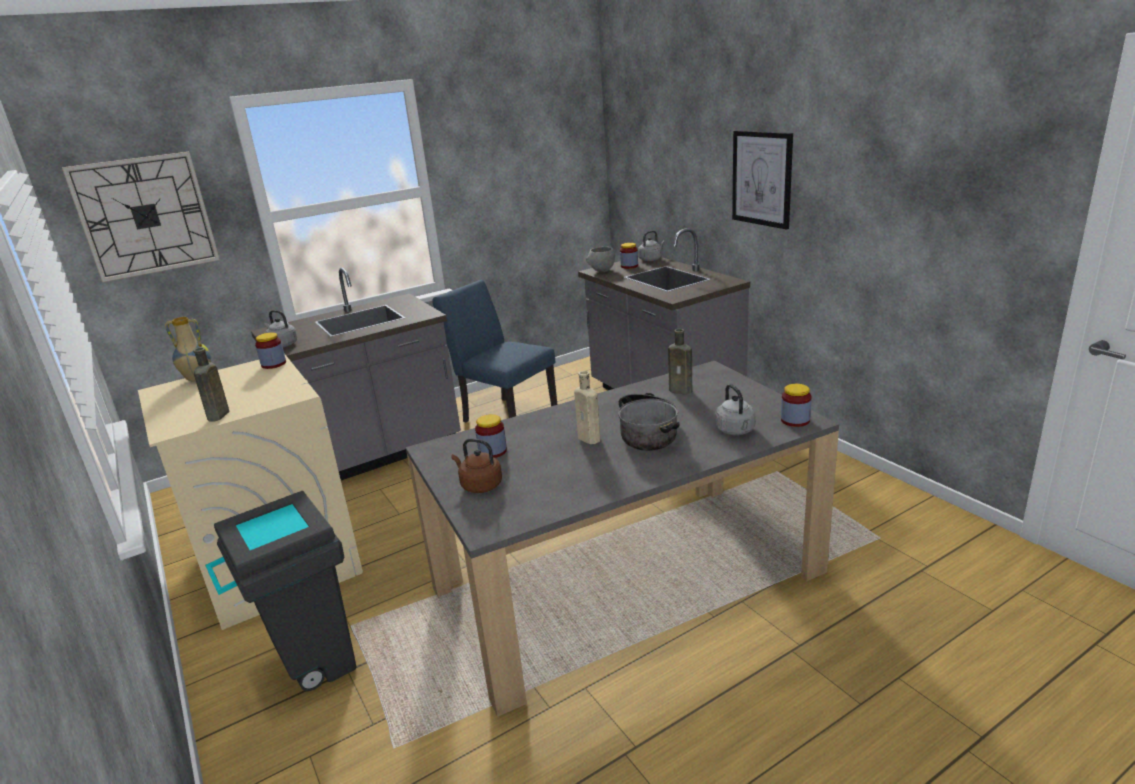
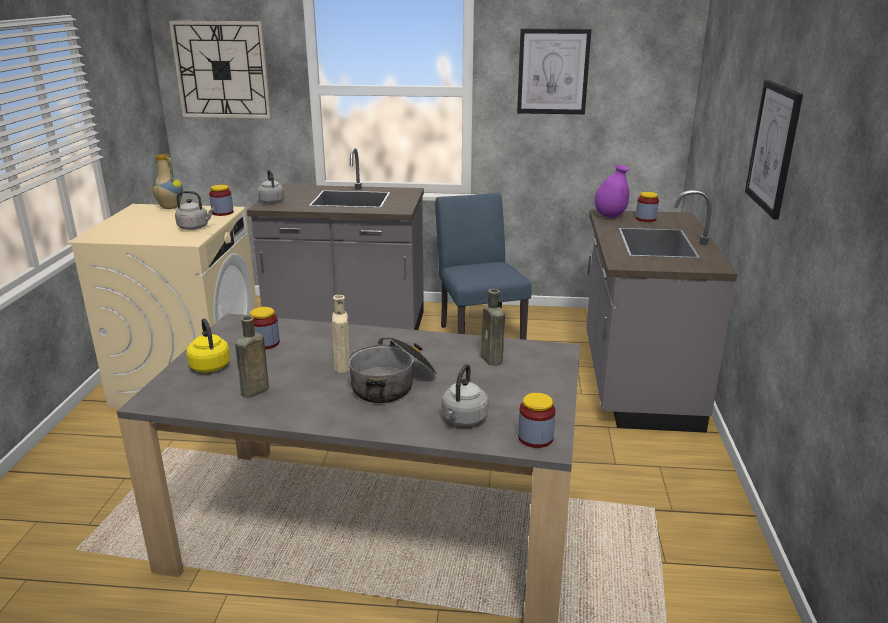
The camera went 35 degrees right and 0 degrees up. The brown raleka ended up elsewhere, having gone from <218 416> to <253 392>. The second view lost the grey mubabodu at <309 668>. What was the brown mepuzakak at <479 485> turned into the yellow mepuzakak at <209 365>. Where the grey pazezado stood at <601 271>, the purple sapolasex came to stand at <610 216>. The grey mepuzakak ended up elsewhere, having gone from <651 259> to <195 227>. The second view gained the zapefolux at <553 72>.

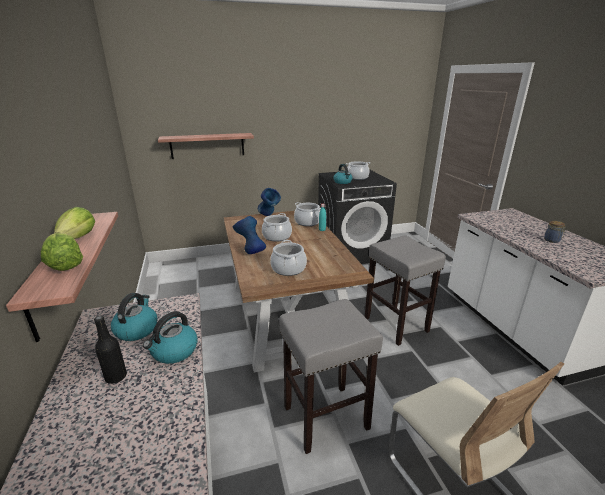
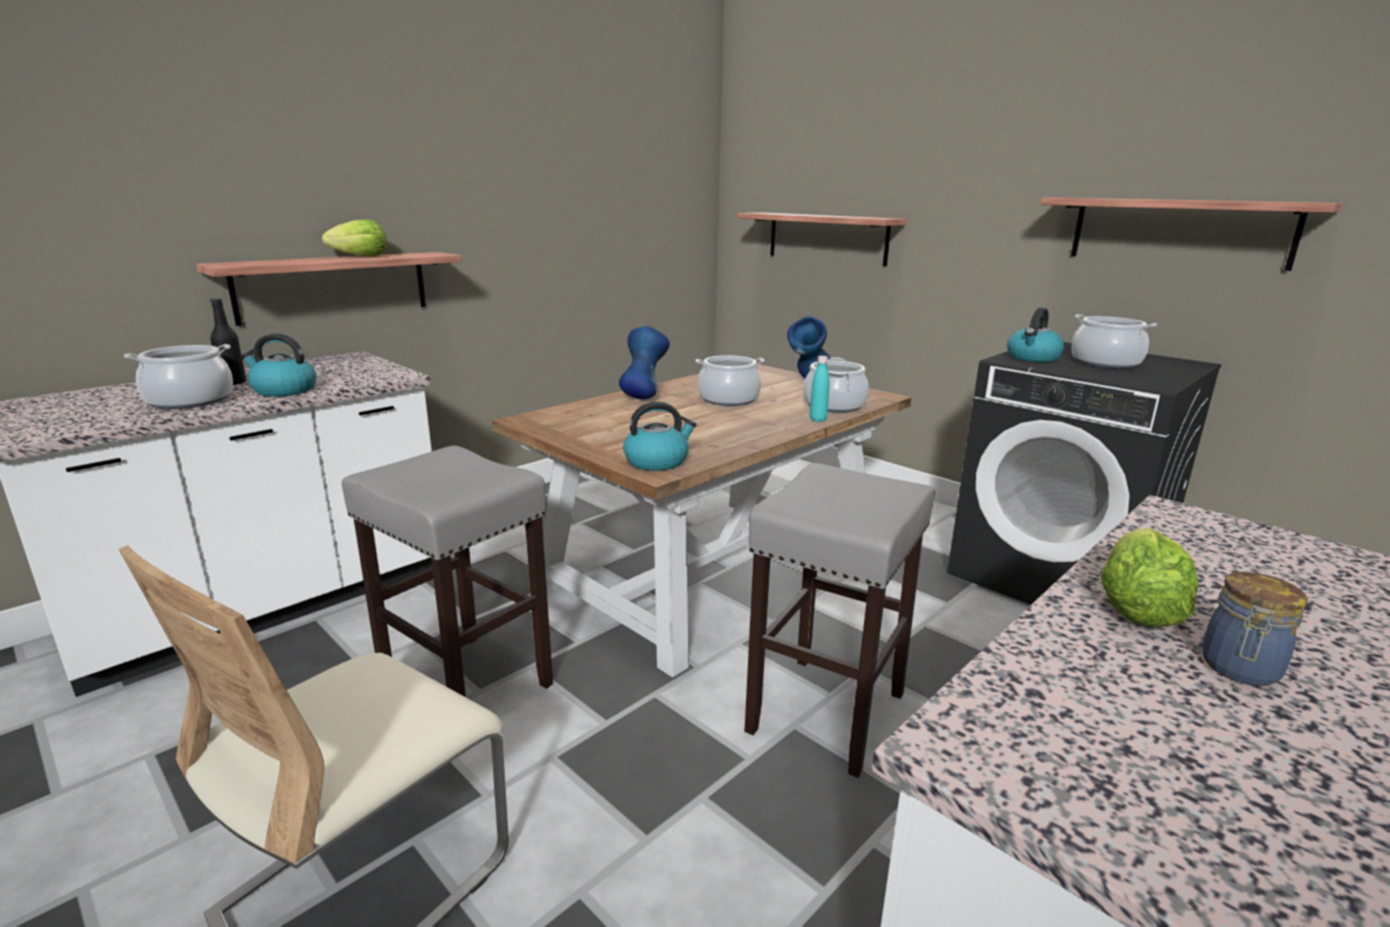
The camera went 60 degrees right and 5 degrees down. The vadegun ended up elsewhere, having gone from <65 265> to <1136 608>. The mepuzakak ended up elsewhere, having gone from <137 329> to <657 461>. The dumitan ended up elsewhere, having gone from <288 269> to <190 400>. The second view gained the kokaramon at <1179 231>.

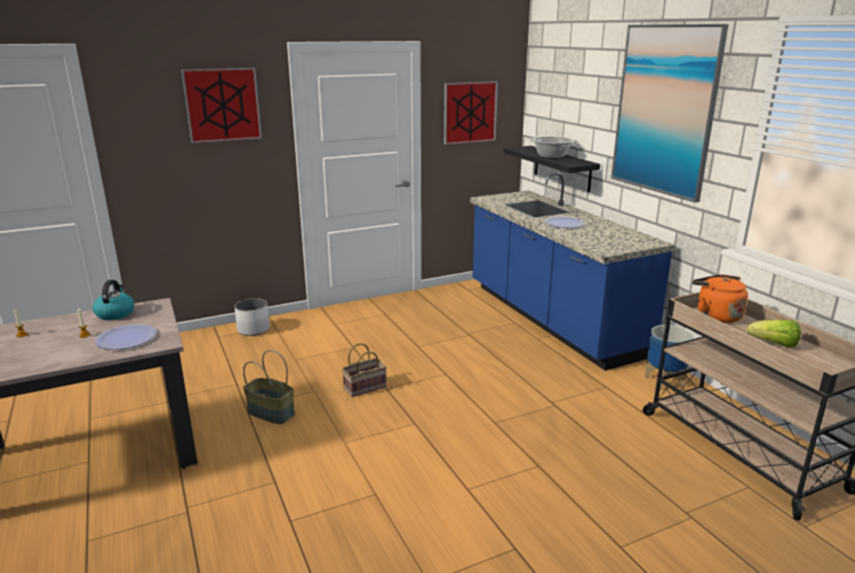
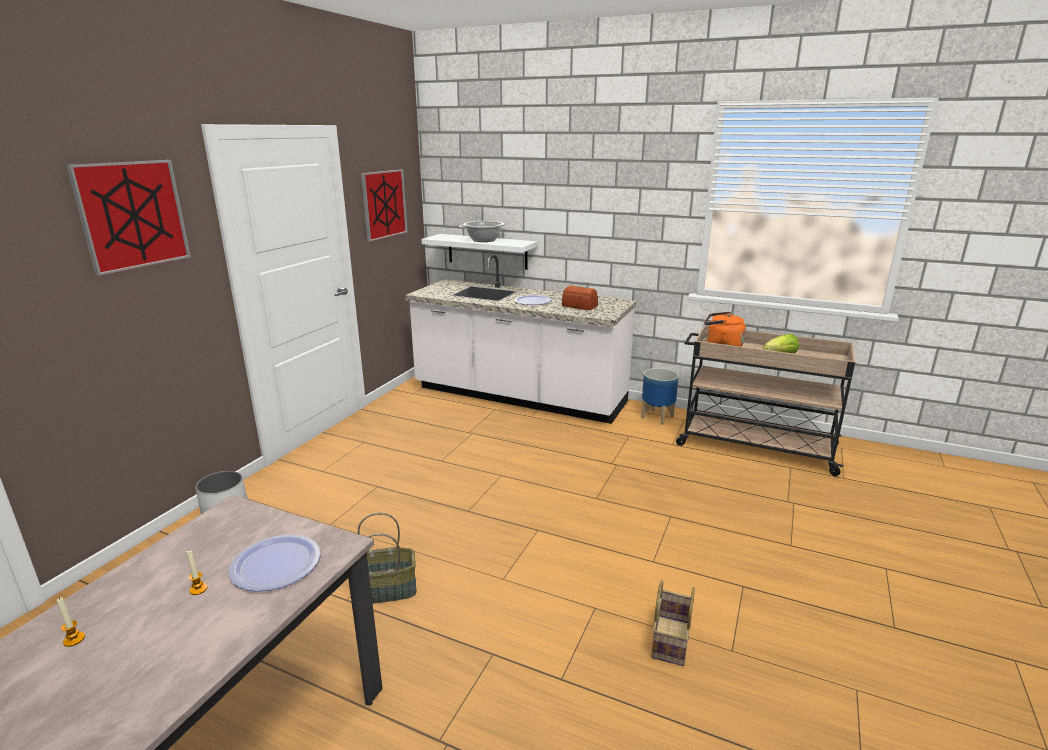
The camera went 40 degrees left and 0 degrees up. The second view lost the mepuzakak at <115 313>. The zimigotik ended up elsewhere, having gone from <365 386> to <669 639>. What was the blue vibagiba at <551 319> turned into the white vibagiba at <519 396>. What was the black kokaramon at <562 168> turned into the white kokaramon at <487 251>. The second view lost the zapefolux at <664 110>. The second view gained the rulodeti at <580 306>.

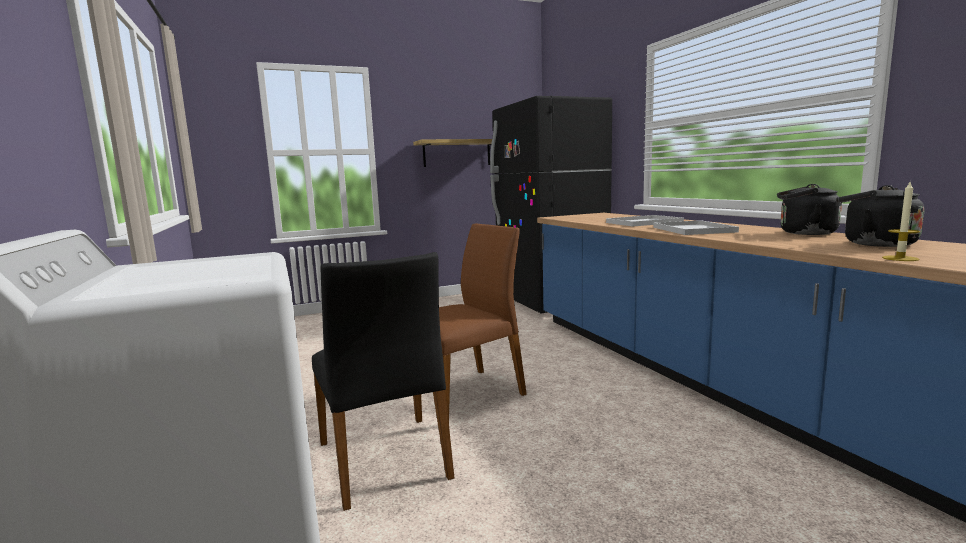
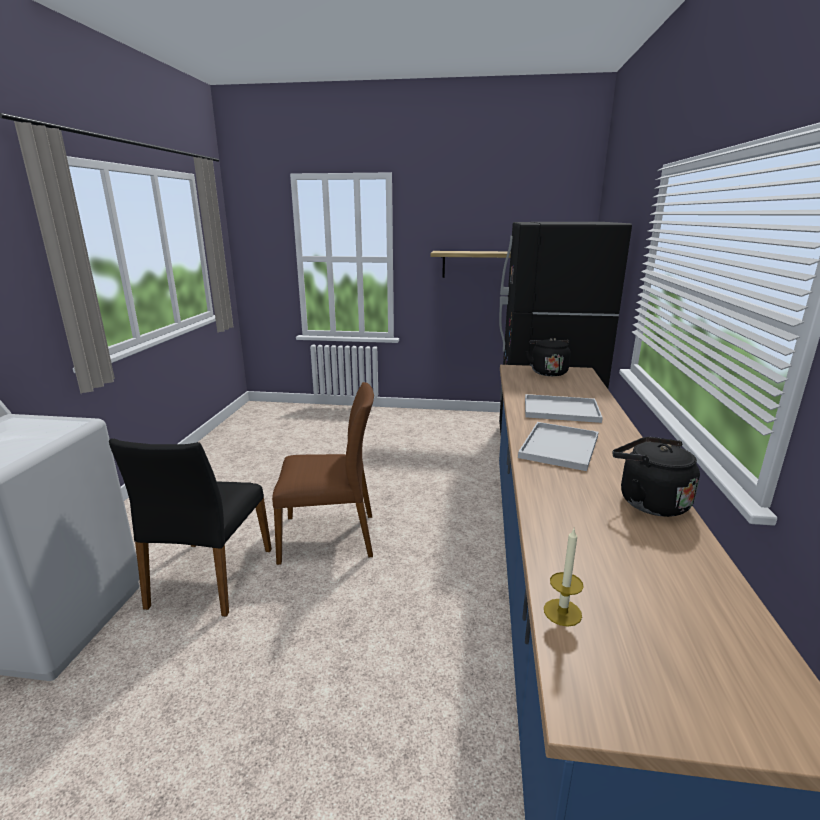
The camera went 30 degrees right and 10 degrees up. The black mepuzakak ended up elsewhere, having gone from <874 244> to <547 372>.

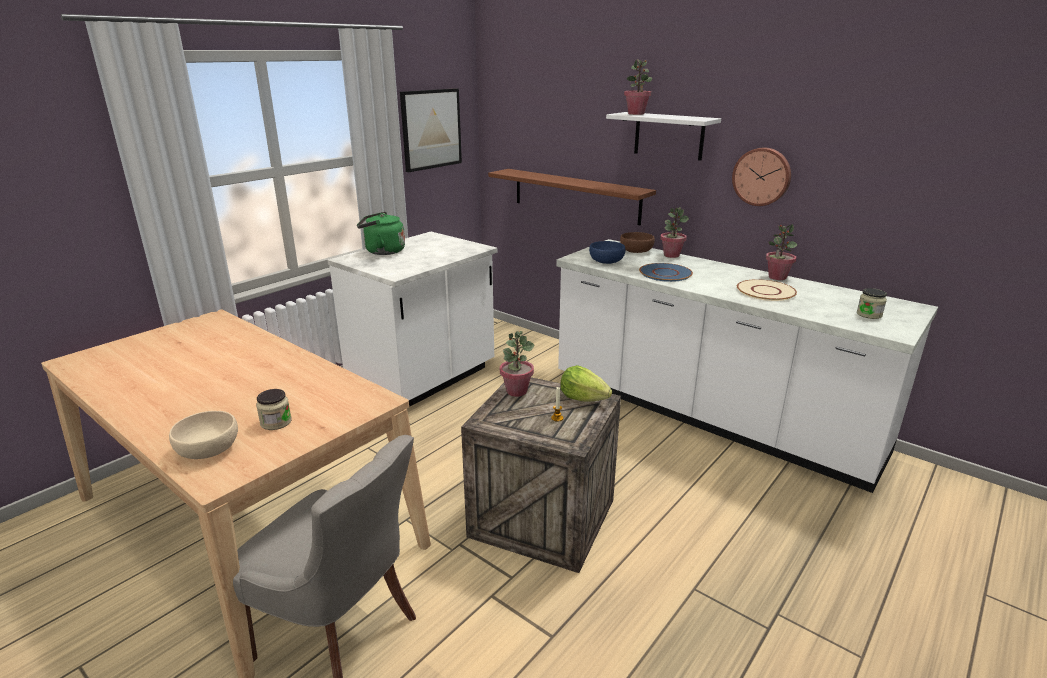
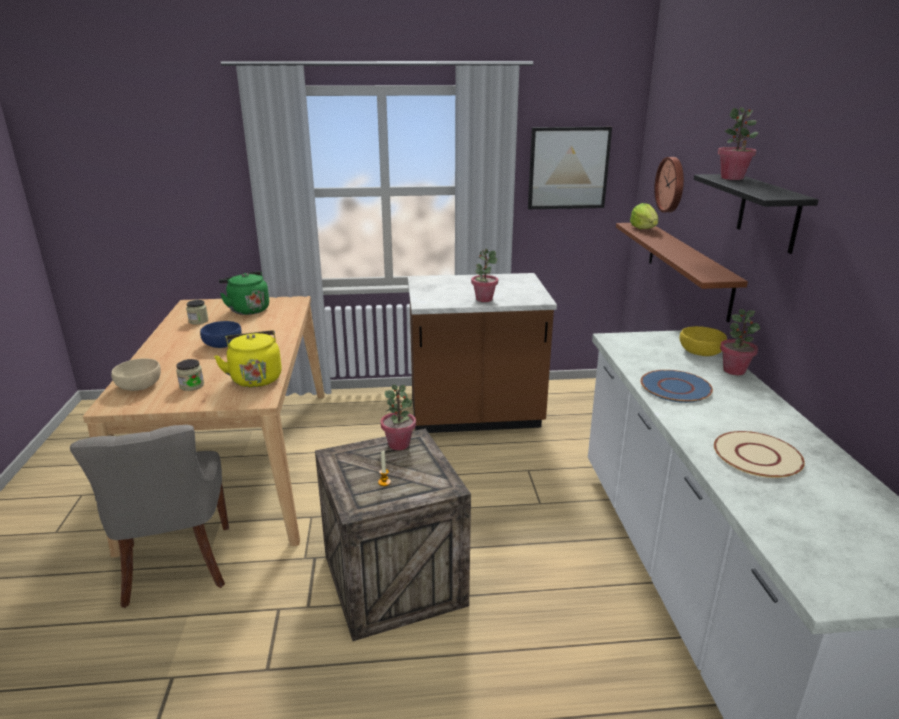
The camera went 45 degrees right and 0 degrees up. What was the white vibagiba at <424 381> turned into the brown vibagiba at <475 416>. The green mepuzakak ended up elsewhere, having gone from <382 251> to <247 309>. The vadegun ended up elsewhere, having gone from <583 398> to <644 229>. The blue pazezado ended up elsewhere, having gone from <606 261> to <223 344>. What was the white kokaramon at <669 136> turned into the black kokaramon at <768 213>. What was the brown pazezado at <636 251> turned into the yellow pazezado at <701 352>. The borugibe ended up elsewhere, having gone from <762 176> to <671 184>. The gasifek ended up elsewhere, having gone from <777 277> to <484 299>. The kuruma ended up elsewhere, having gone from <869 314> to <198 321>. The second view gained the yellow mepuzakak at <255 378>.

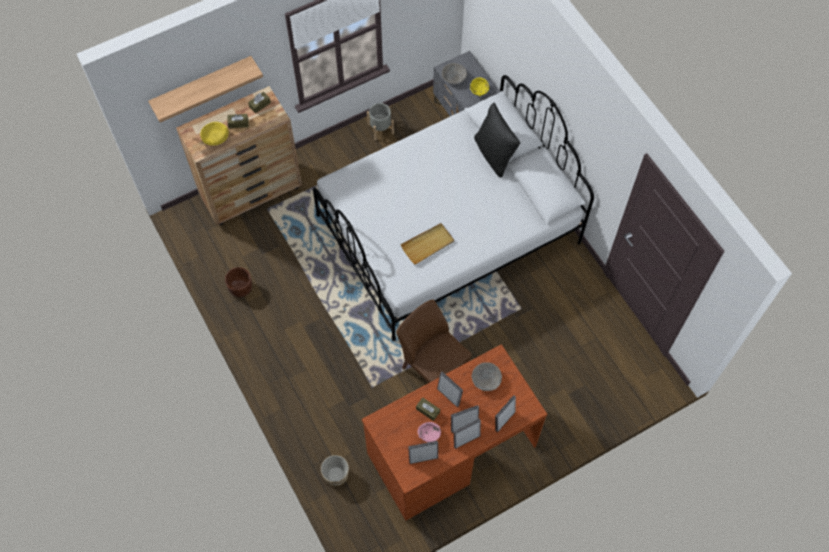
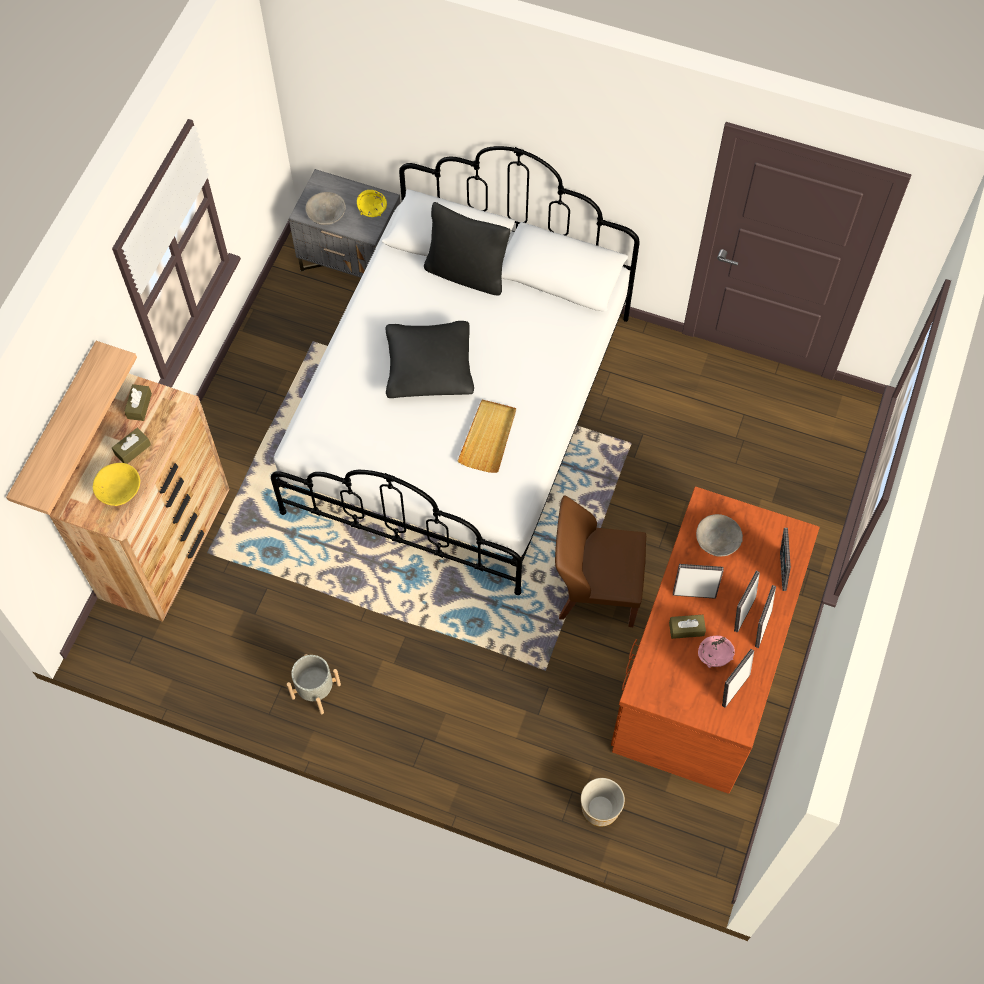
The camera went 40 degrees left and 0 degrees up. The second view lost the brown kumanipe at <241 288>. The grey kumanipe ended up elsewhere, having gone from <380 129> to <315 691>. The second view gained the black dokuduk at <429 367>.

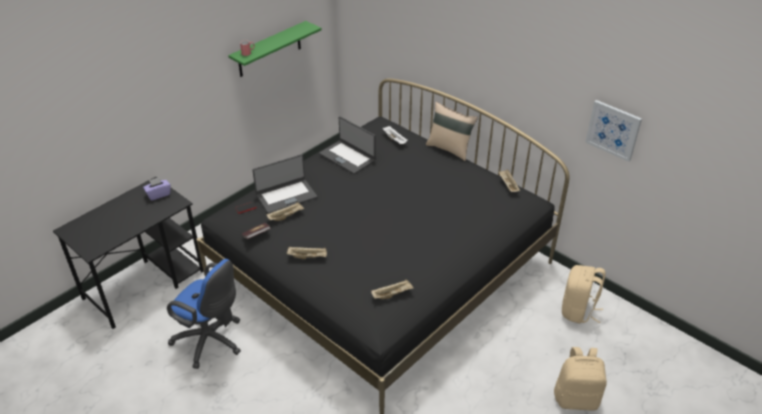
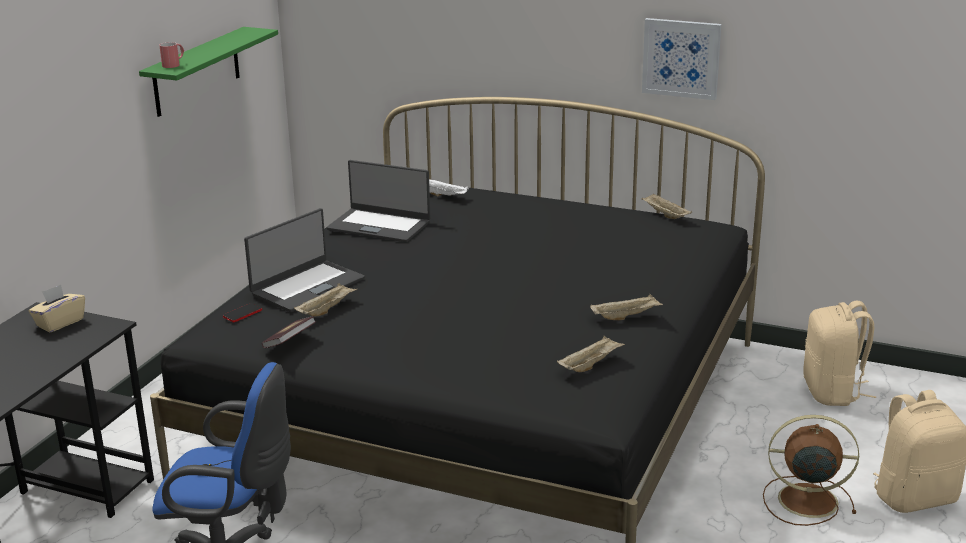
The camera went 20 degrees left and 15 degrees down. What was the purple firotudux at <158 194> turned into the beige firotudux at <60 323>. The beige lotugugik ended up elsewhere, having gone from <308 257> to <626 316>. The second view lost the beige dokuduk at <449 149>. The zapefolux ended up elsewhere, having gone from <613 130> to <681 58>. The second view gained the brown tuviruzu at <804 500>.

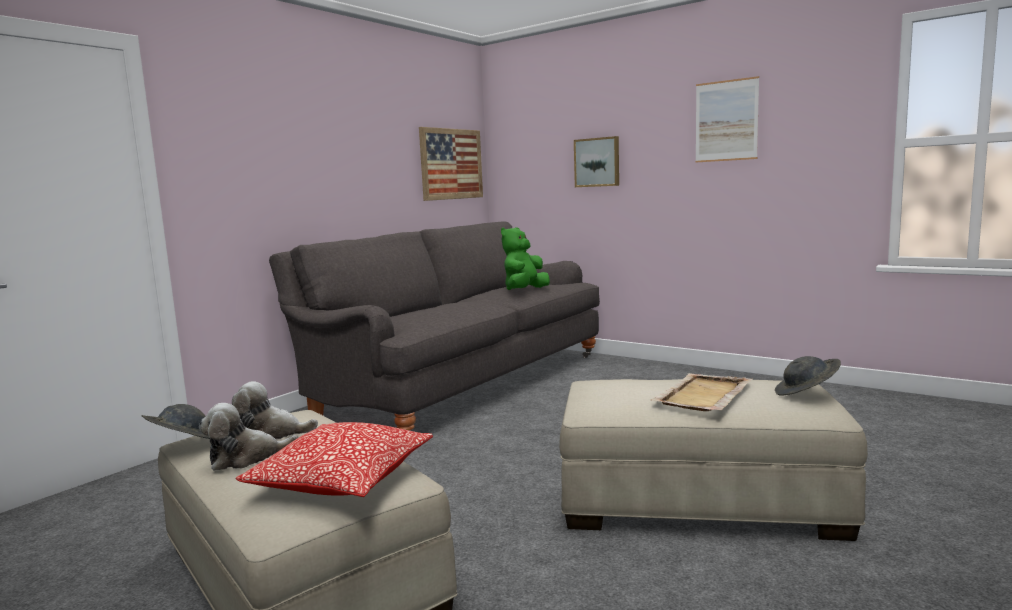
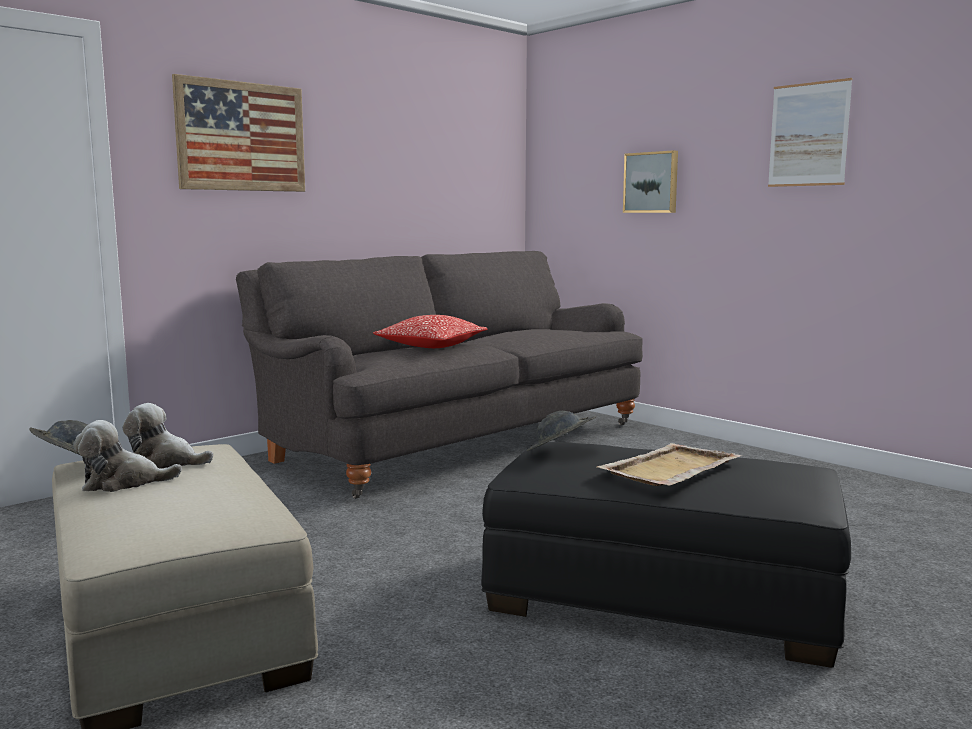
The camera went 10 degrees right and 0 degrees up. The dokuduk ended up elsewhere, having gone from <342 480> to <431 346>. The zapefolux ended up elsewhere, having gone from <451 164> to <241 136>. The second view lost the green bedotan at <524 290>. What was the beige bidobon at <698 499> turned into the black bidobon at <662 597>. The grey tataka ended up elsewhere, having gone from <806 393> to <560 452>.

